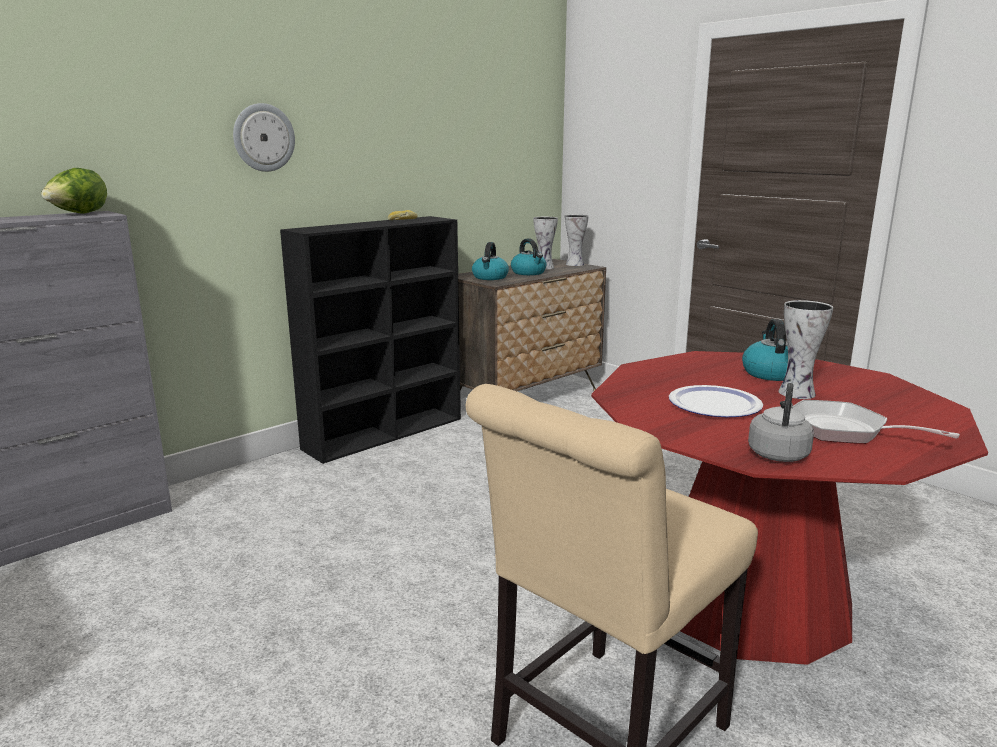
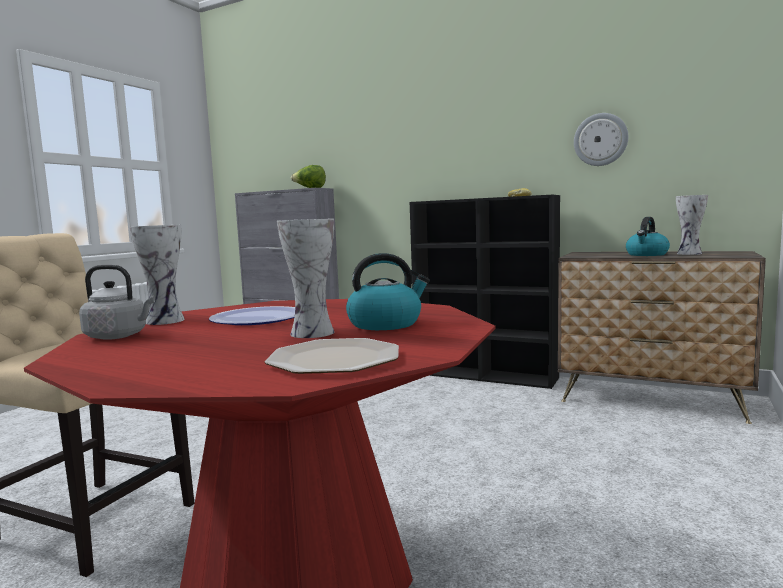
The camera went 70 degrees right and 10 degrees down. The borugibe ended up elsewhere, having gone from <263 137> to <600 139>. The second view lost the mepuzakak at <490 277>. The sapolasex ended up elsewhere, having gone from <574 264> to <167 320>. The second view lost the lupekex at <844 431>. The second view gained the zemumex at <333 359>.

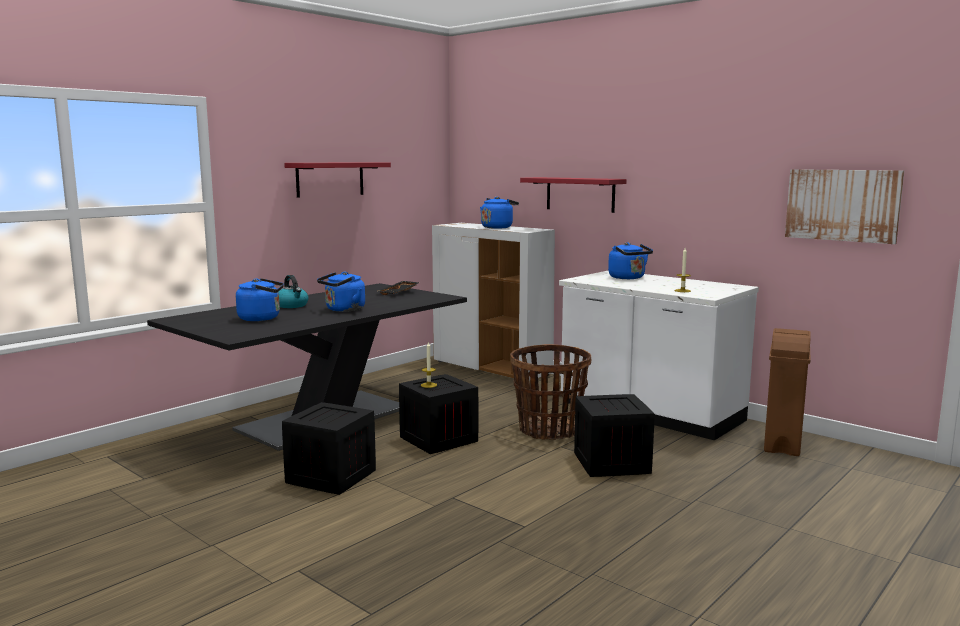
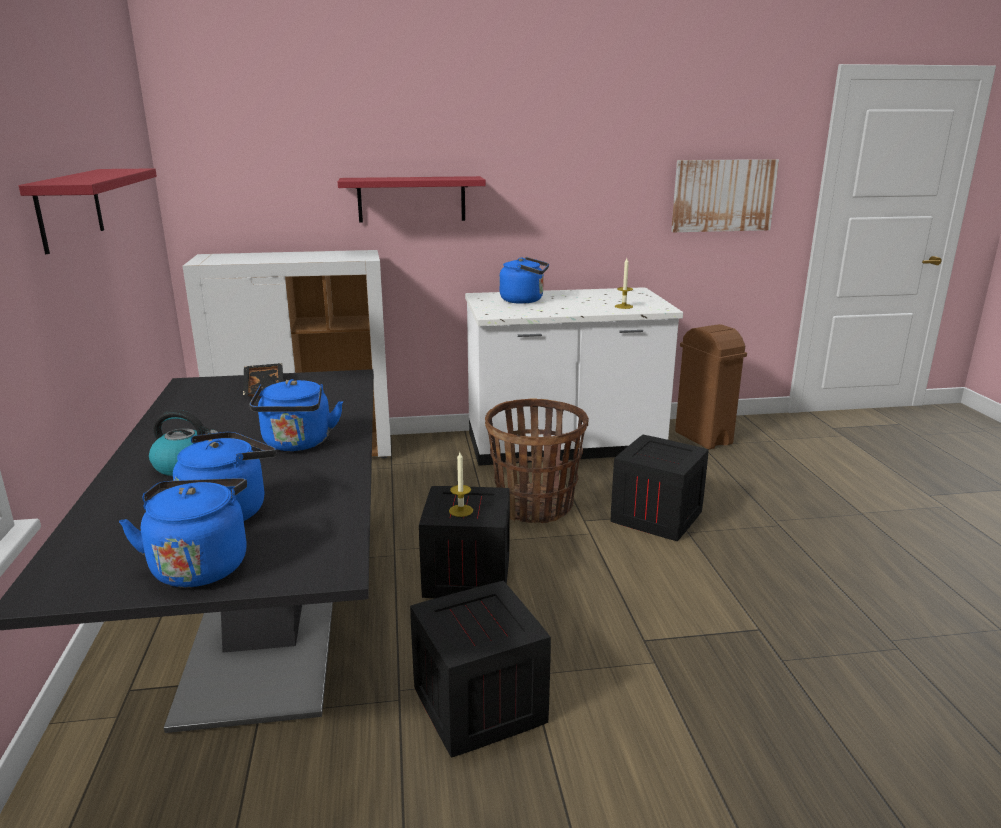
The camera went 50 degrees left and 10 degrees up. The blue mepuzakak ended up elsewhere, having gone from <498 227> to <200 564>.

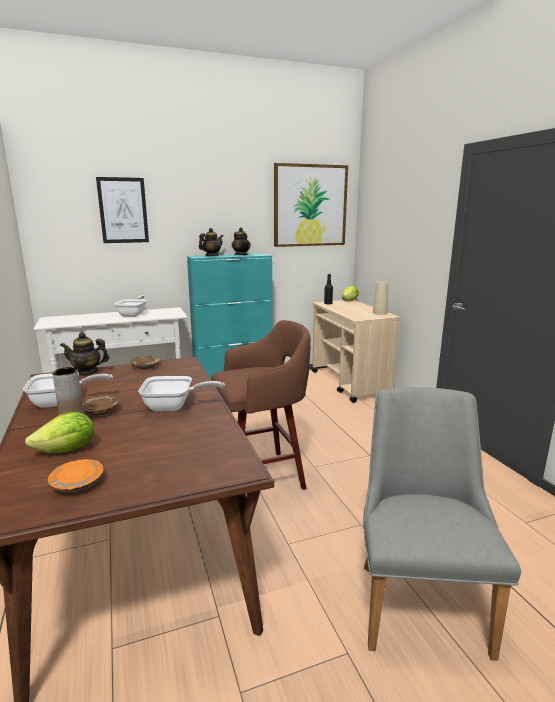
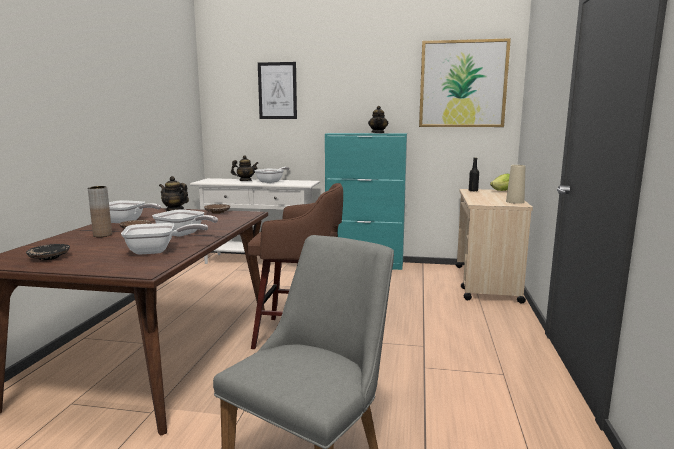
The camera went 30 degrees right and 5 degrees down. The second view lost the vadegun at <67 450>. What was the orange zemumex at <78 483> turned into the black zemumex at <49 257>. The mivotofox ended up elsewhere, having gone from <211 256> to <245 180>. The second view gained the lupekex at <157 251>.

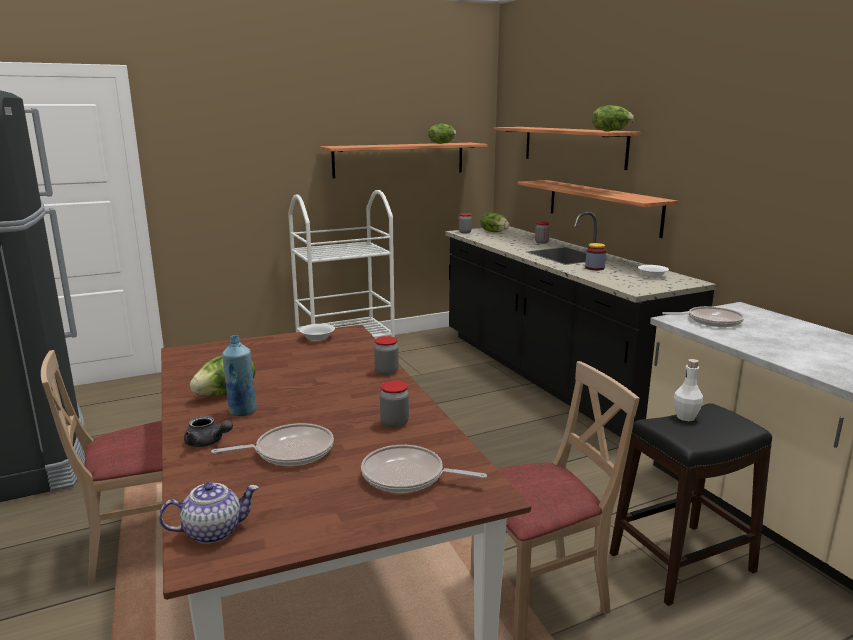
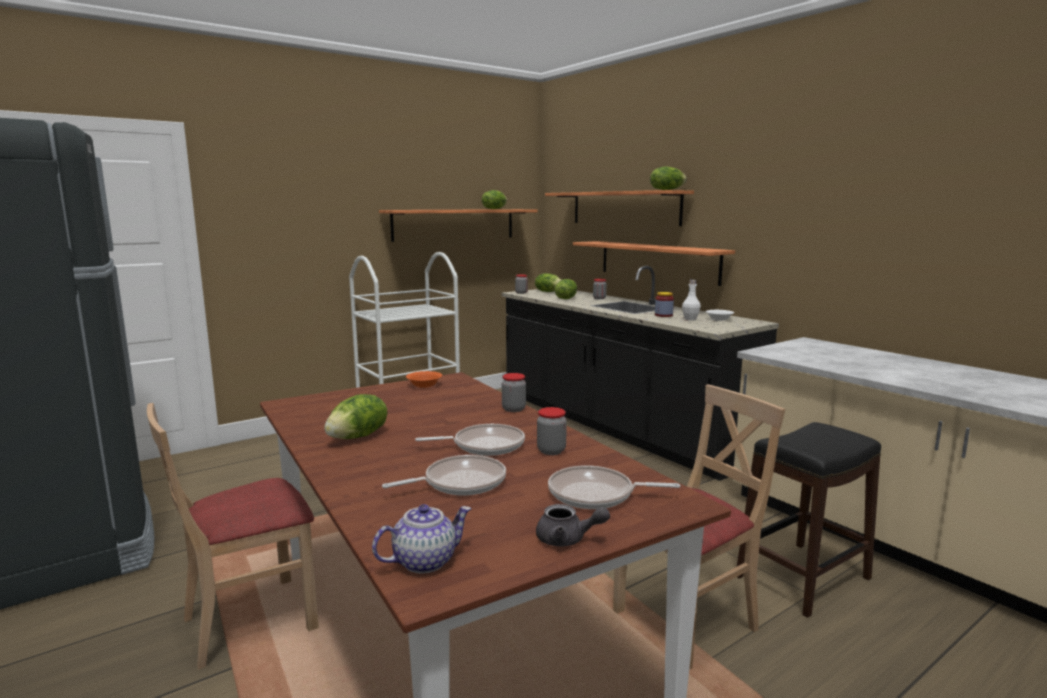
The camera went 10 degrees left and 5 degrees down. The grey mivotofox ended up elsewhere, having gone from <208 443> to <567 539>. The second view lost the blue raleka at <242 411>. What was the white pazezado at <317 338> turned into the orange pazezado at <424 385>. The lupekex ended up elsewhere, having gone from <711 321> to <484 445>. The white raleka ended up elsewhere, having gone from <685 417> to <690 319>. The second view gained the vadegun at <566 298>.

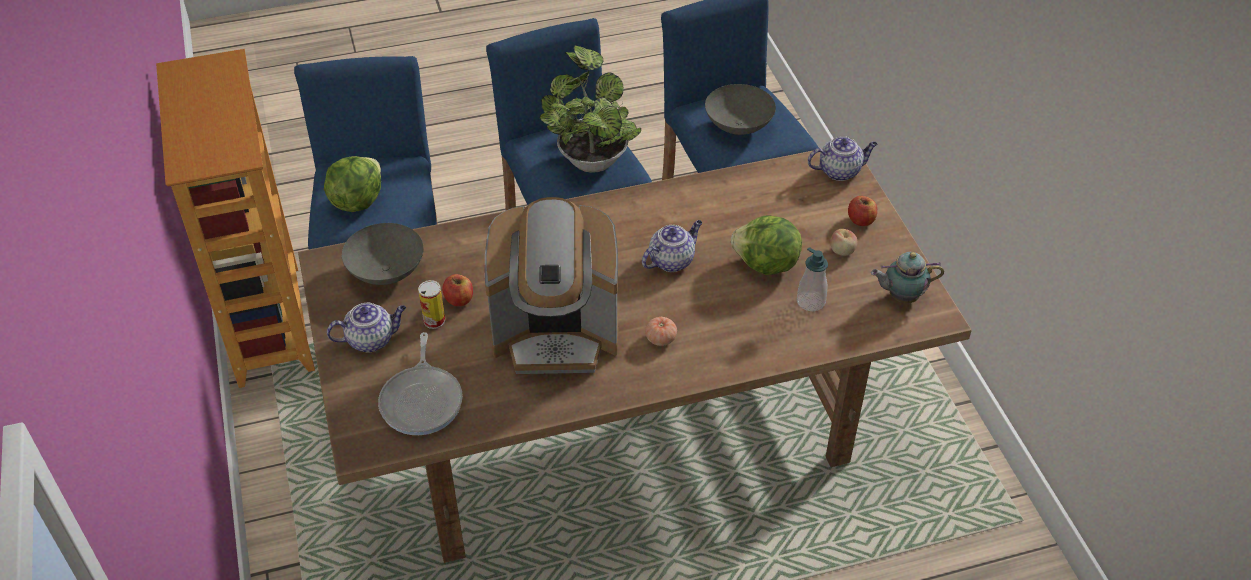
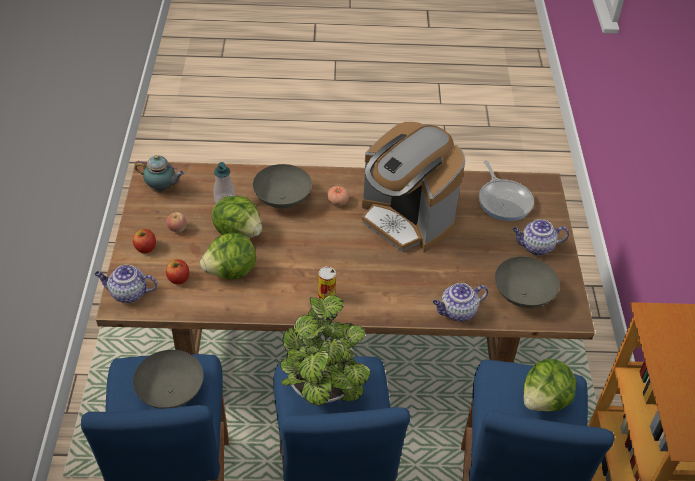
The camera went 165 degrees left and 0 degrees up. The lupekex at <422 400> ended up facing another way, 150 degrees clockwise from before. The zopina ended up elsewhere, having gone from <434 320> to <326 296>. The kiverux ended up elsewhere, having gone from <459 299> to <178 279>. The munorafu at <556 335> ended up facing another way, 150 degrees counterclockwise from before. The mivotofox ended up elsewhere, having gone from <672 260> to <457 312>. The second view gained the vadegun at <231 272>. The second view gained the grey pazezado at <283 199>.

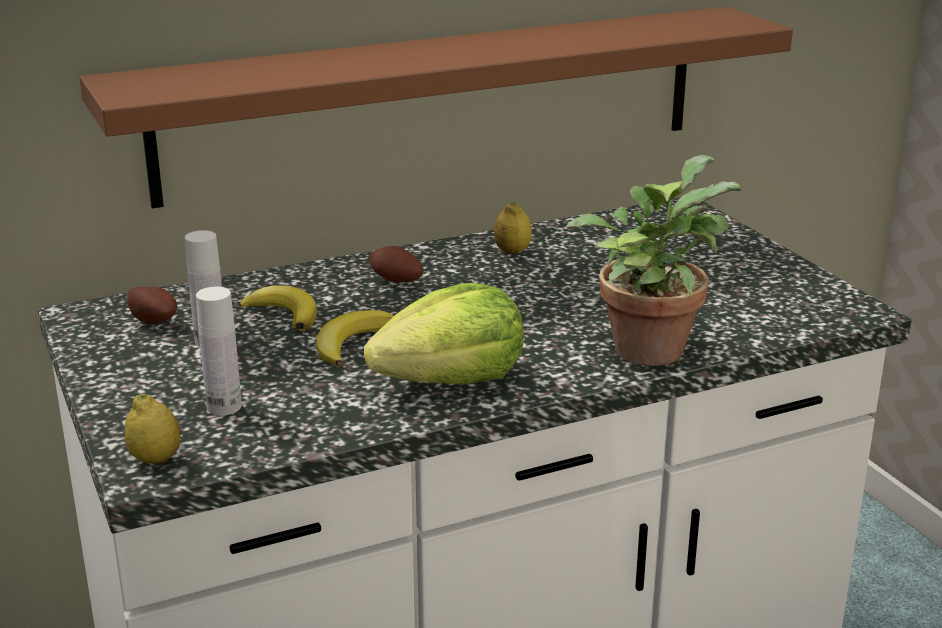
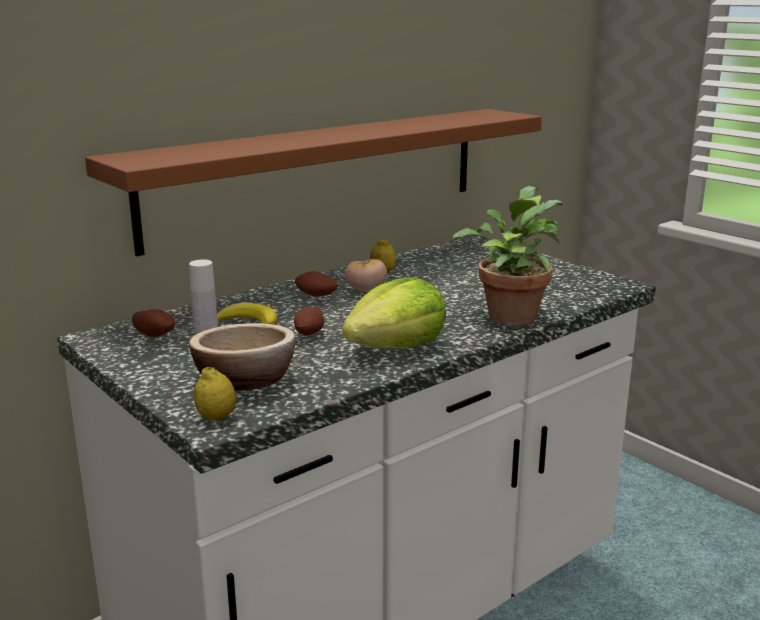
The camera went 15 degrees left and 5 degrees down. Where the white raleka stood at <224 407>, the pazezado came to stand at <245 380>. Where the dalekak stood at <351 343>, the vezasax came to stand at <310 334>. The second view gained the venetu at <366 290>.

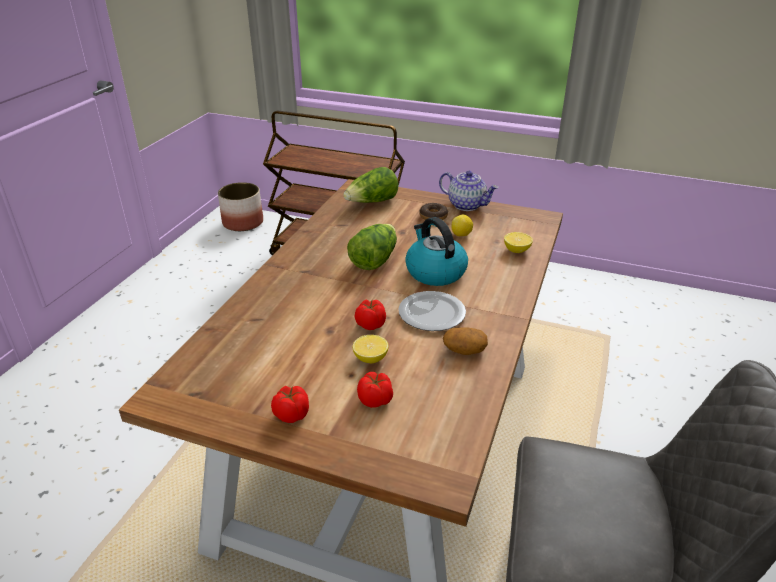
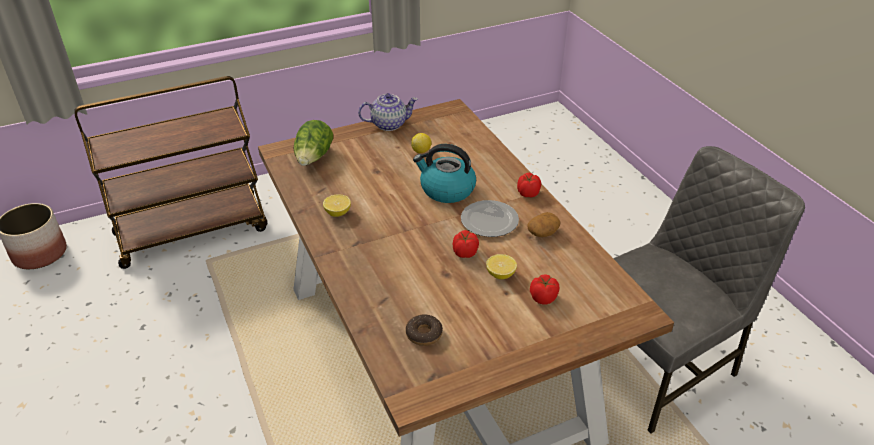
The camera went 45 degrees left and 5 degrees up. The venetu ended up elsewhere, having gone from <291 414> to <527 193>. The second view lost the vadegun at <374 259>. The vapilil ended up elsewhere, having gone from <433 216> to <424 334>. The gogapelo ended up elsewhere, having gone from <516 250> to <337 213>.

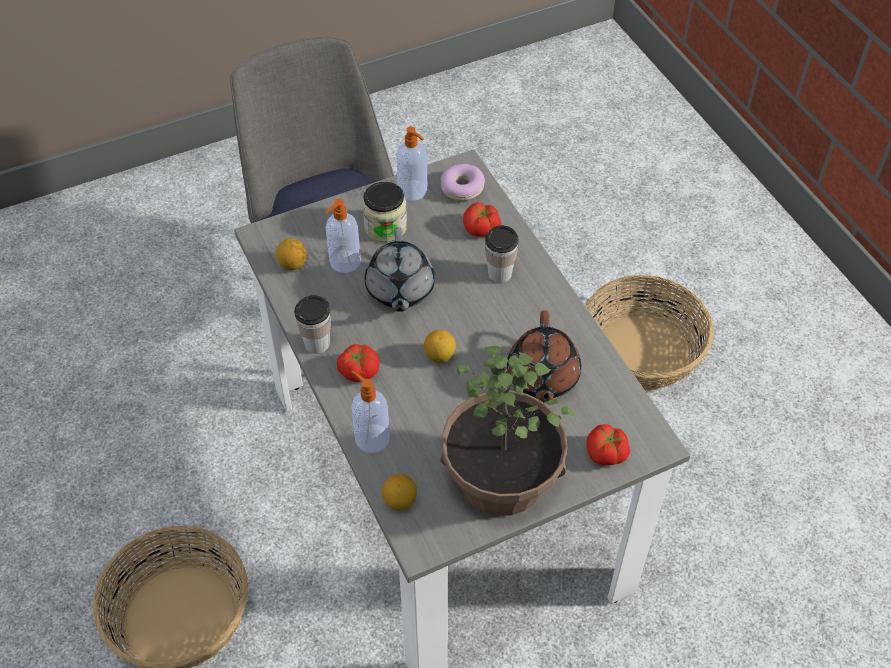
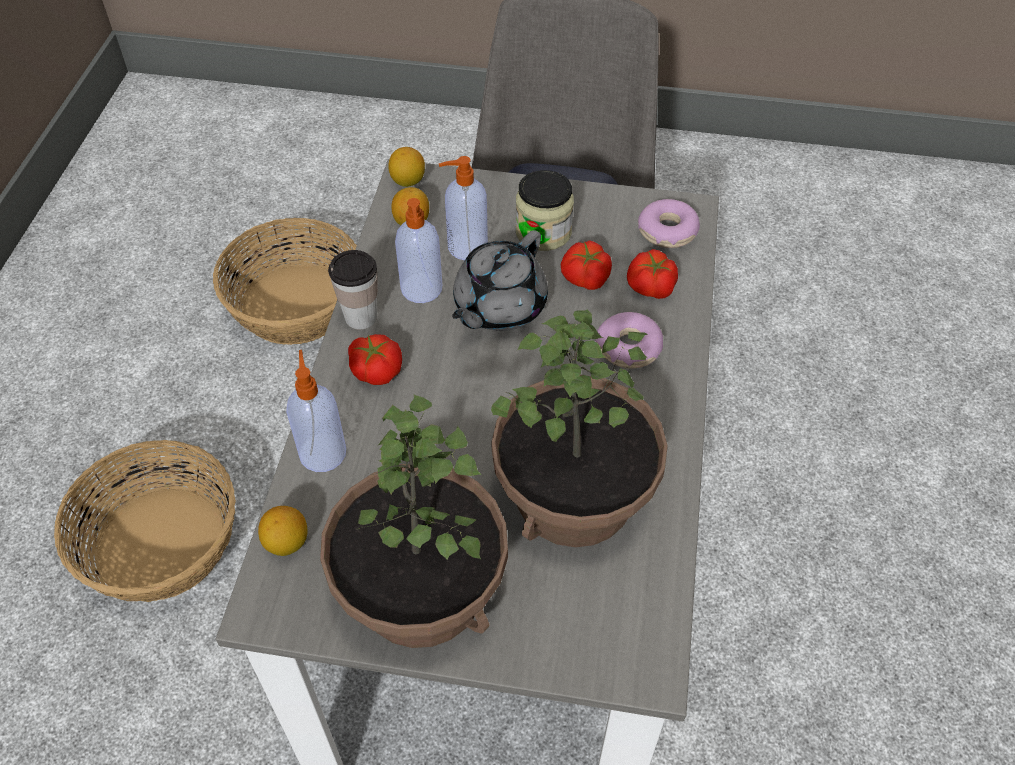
The camera went 35 degrees right and 0 degrees up. The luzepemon ended up elsewhere, having gone from <413 191> to <421 289>. The gogapelo ended up elsewhere, having gone from <440 356> to <408 181>. Where the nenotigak stood at <499 274>, the vapilil came to stand at <629 348>. Where the brown mivotofox stood at <542 377>, the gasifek came to stand at <575 497>. The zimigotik ended up elsewhere, having gone from <641 352> to <295 304>. The venetu ended up elsewhere, having gone from <606 454> to <585 278>.

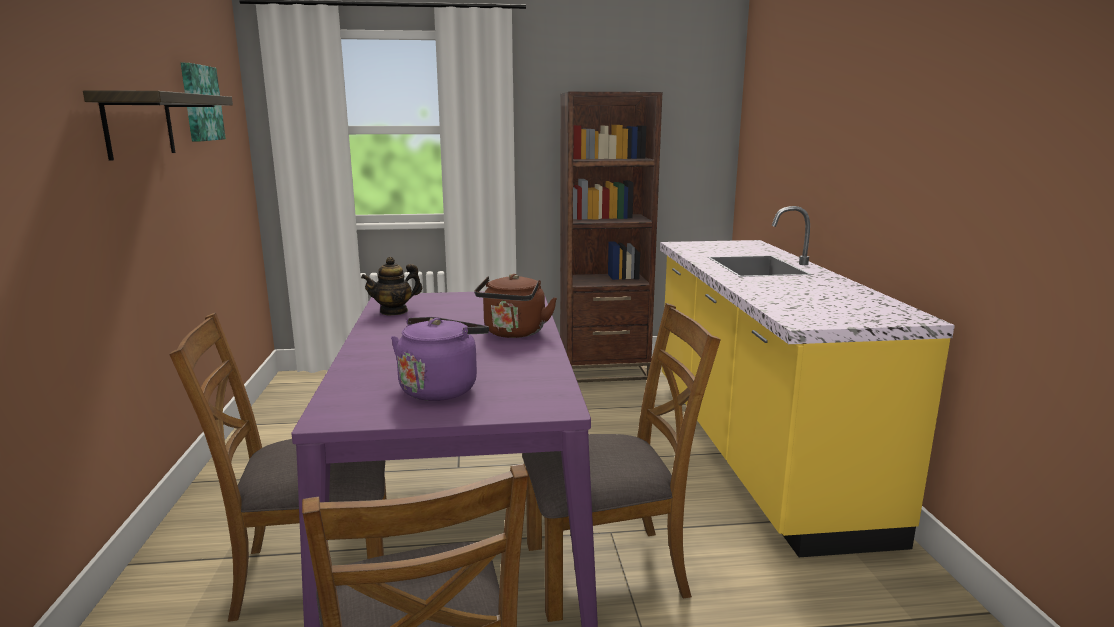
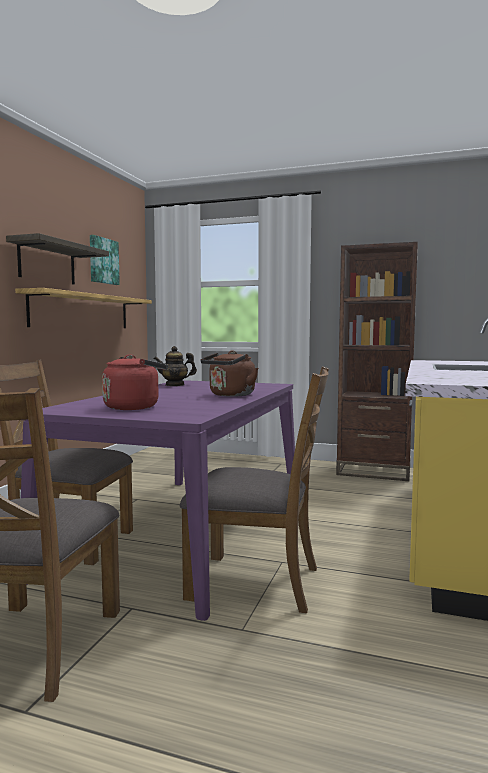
The camera went 25 degrees right and 10 degrees down. What was the purple mepuzakak at <441 388> turned into the red mepuzakak at <134 407>. The second view gained the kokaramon at <82 311>.

